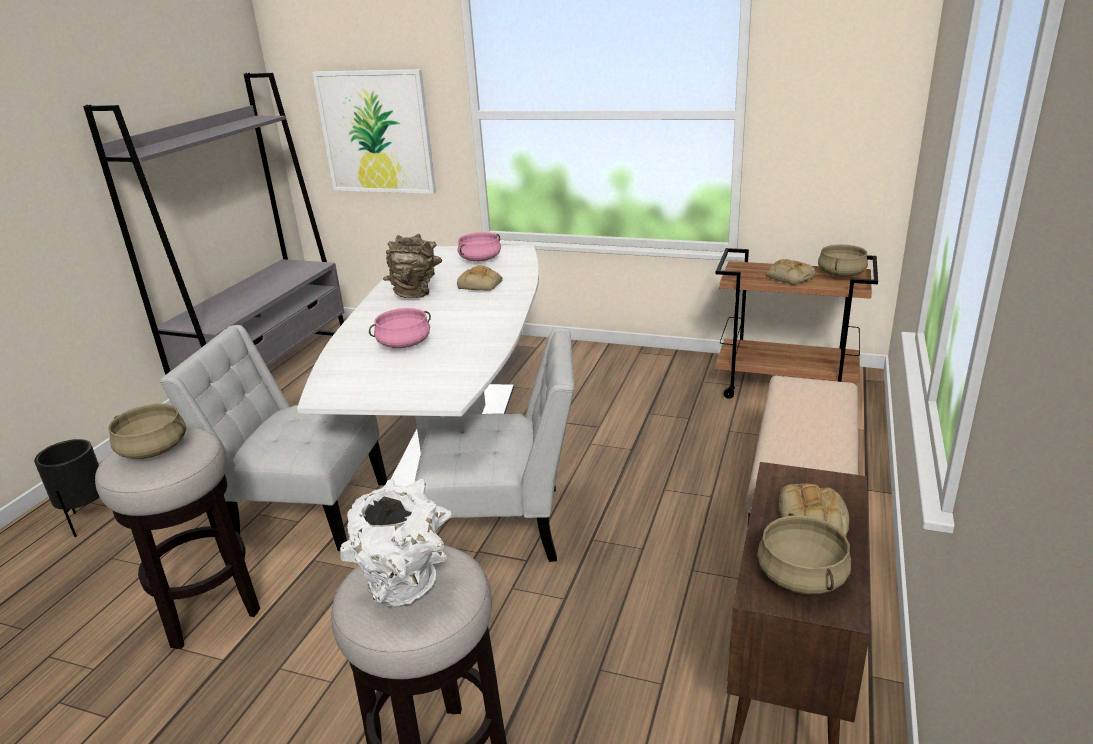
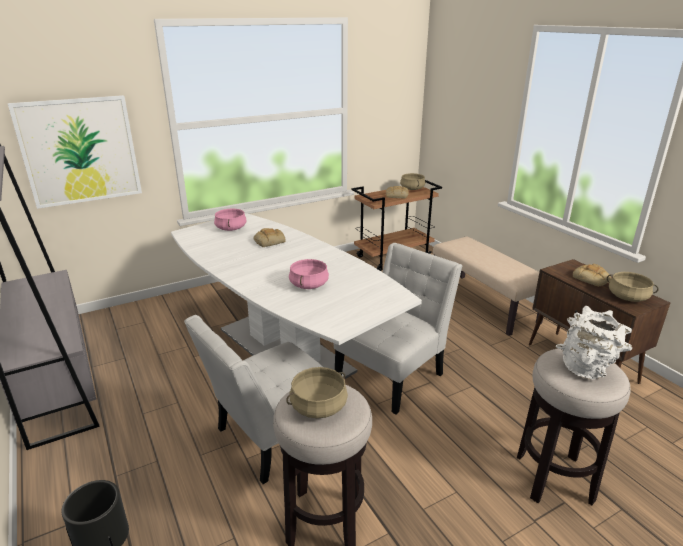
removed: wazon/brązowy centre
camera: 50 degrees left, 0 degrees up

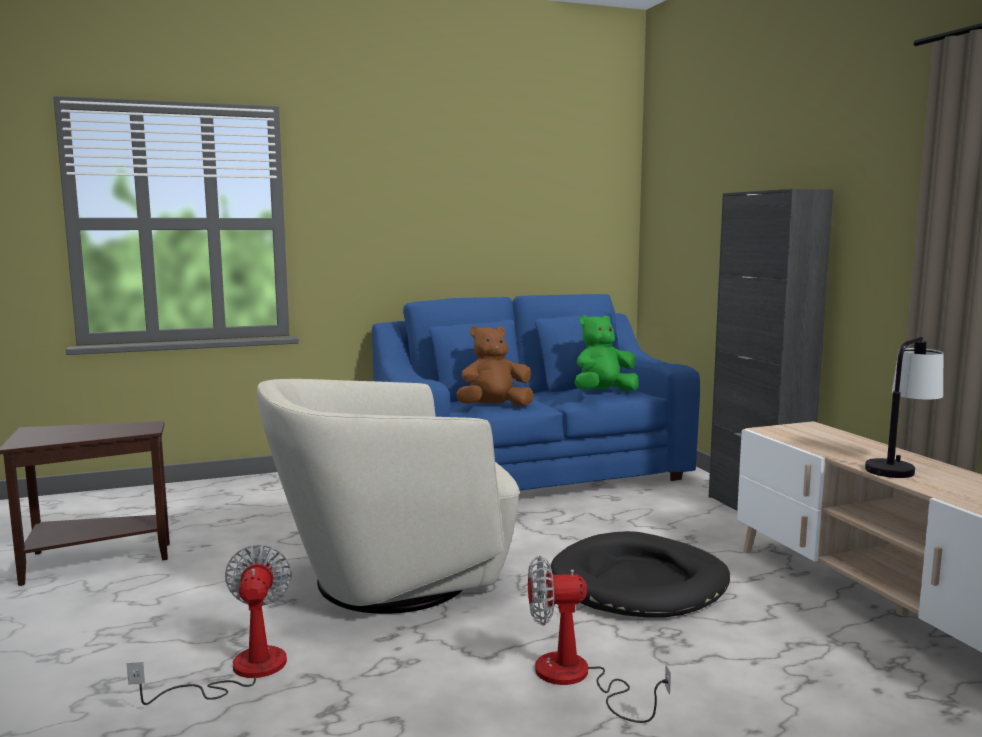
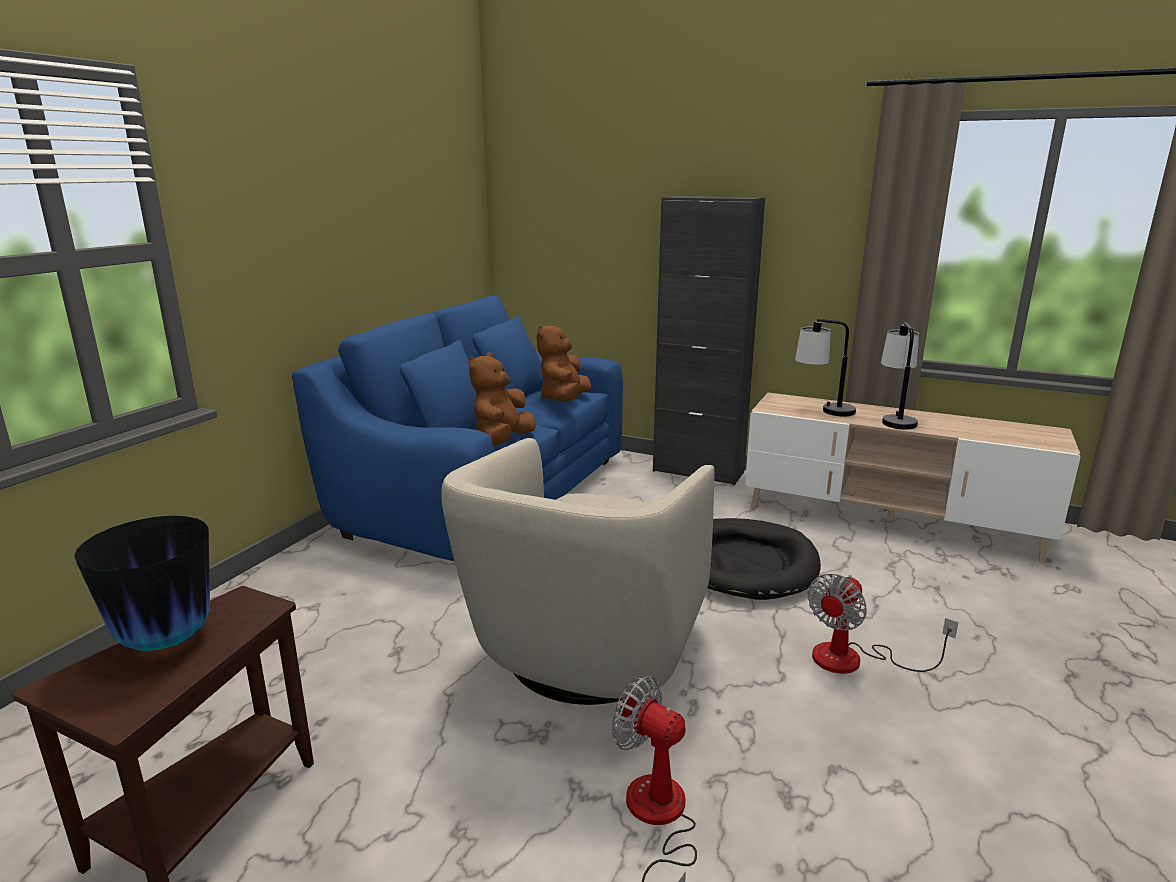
added: lampa stołowa (1st from left) middle right; wazon middle left
recoloured: pluszak/zielony centre to pluszak/brązowy (2nd from left) centre
camera: 45 degrees left, 10 degrees up

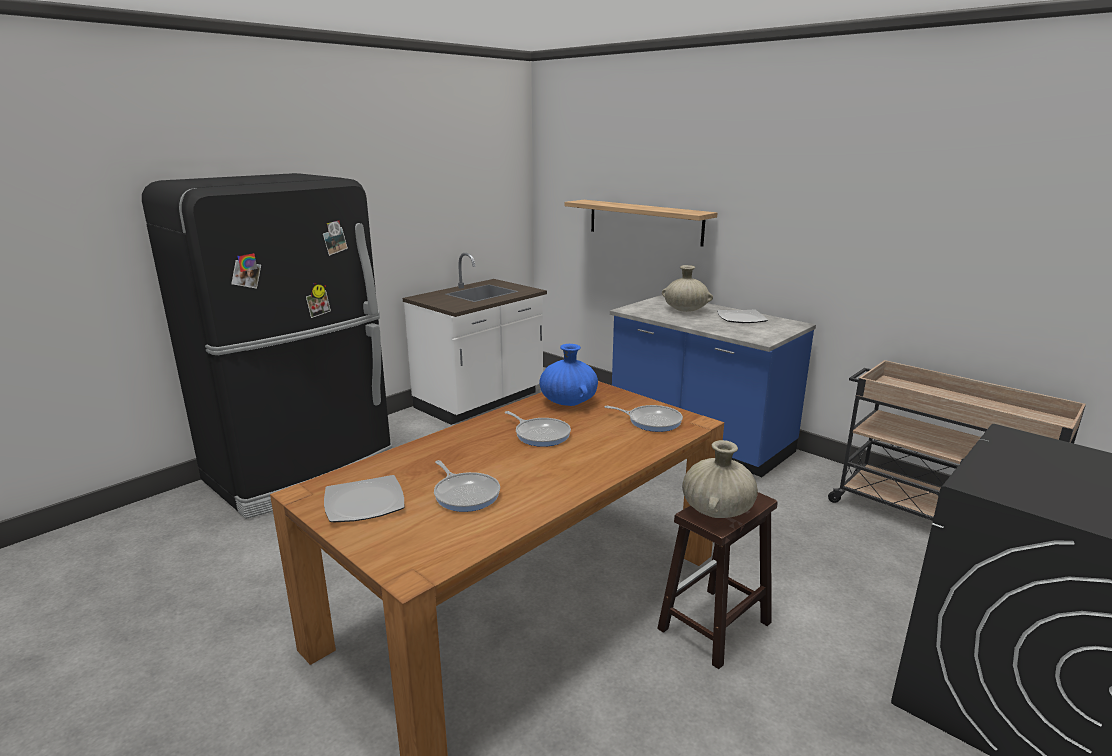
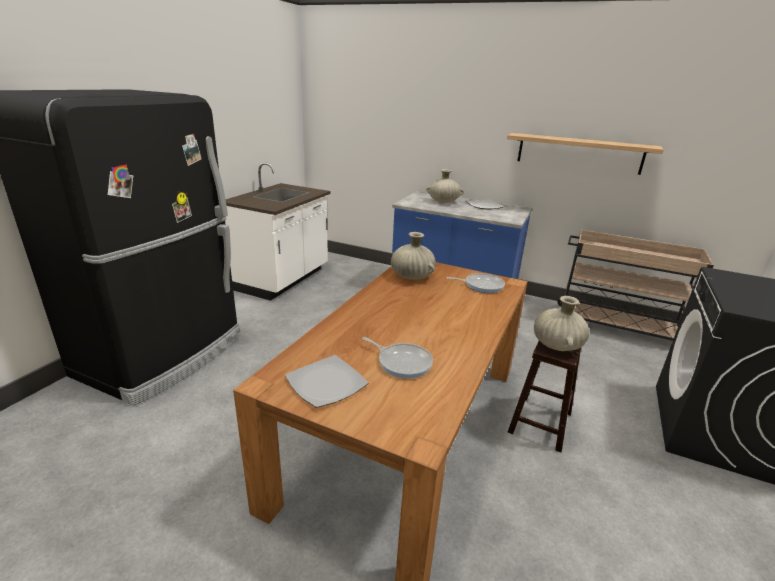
removed: patelnia (2nd from left) centre
moved: półka top centre to top right
recoloured: wazon/niebieski centre to wazon/beżowy (1st from left) centre
camera: 20 degrees left, 5 degrees up

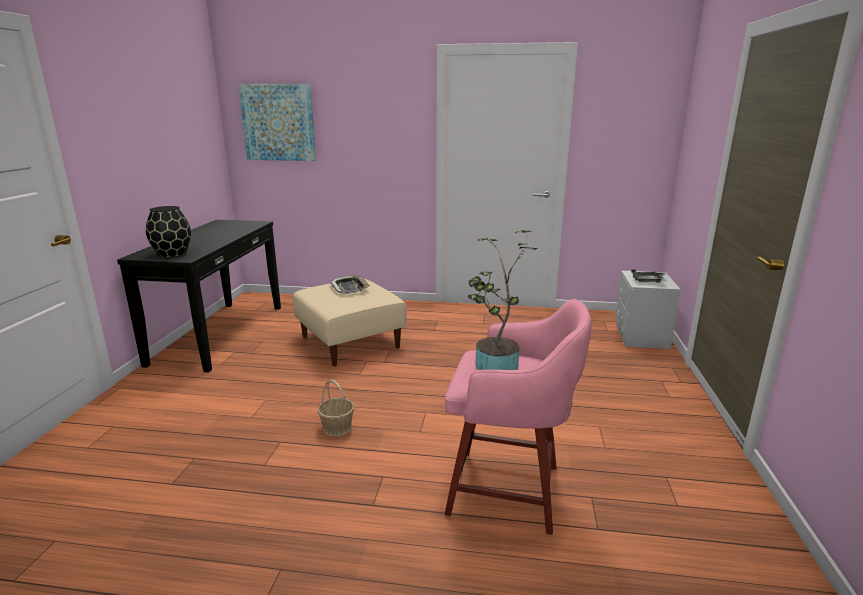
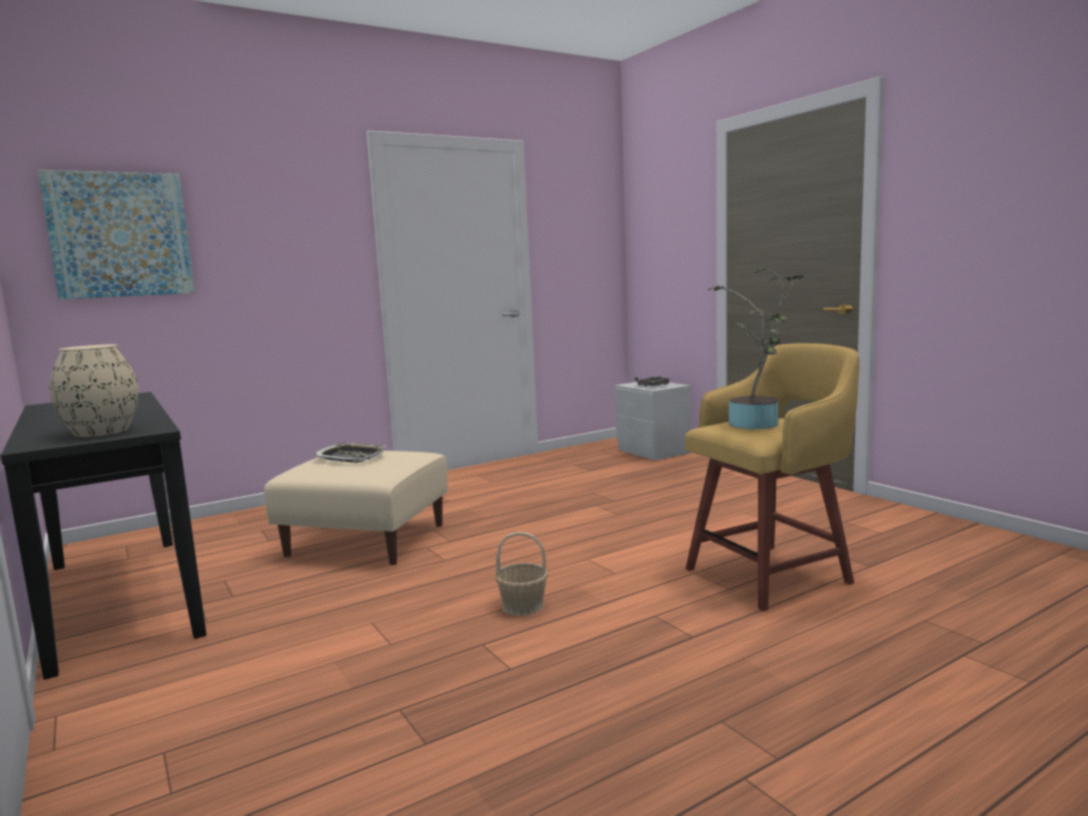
recoloured: wazon/czarny middle left to wazon/beżowy middle left; stołek/różowy bottom centre to stołek/żółty middle right
camera: 40 degrees left, 10 degrees down

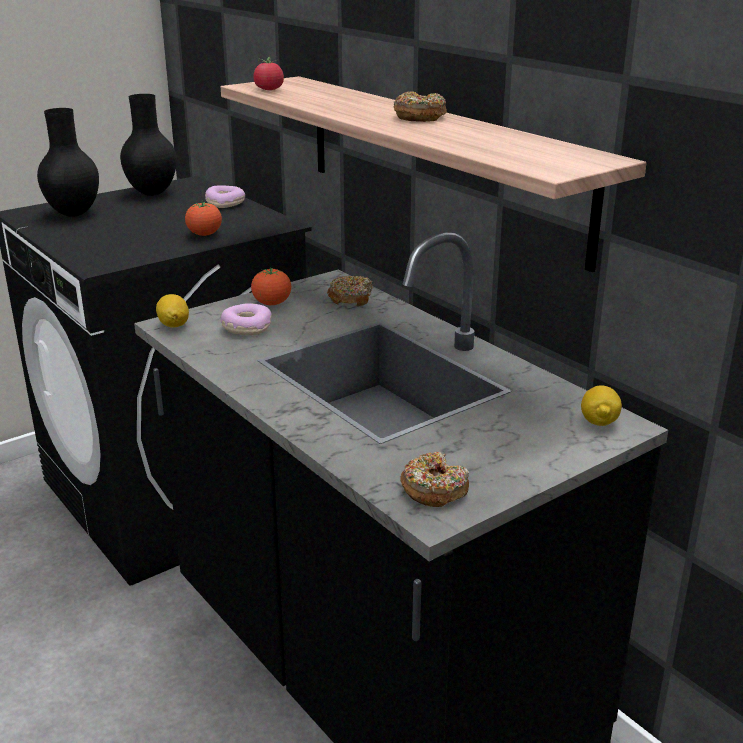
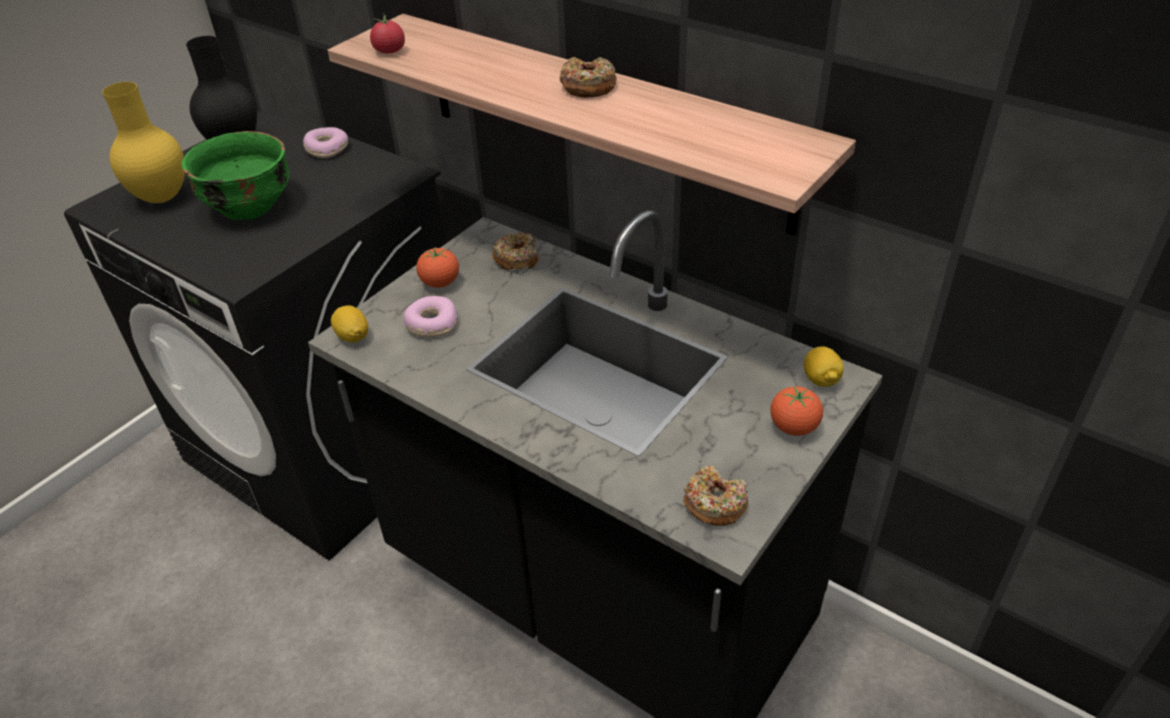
added: miska/zielony top left
moved: pomidor (1st from left in the first image) top left to pomidor (3rd from left) middle right
recoloured: wazon/czarny (1st from left) top left to wazon/żółty top left
camera: 15 degrees left, 15 degrees up

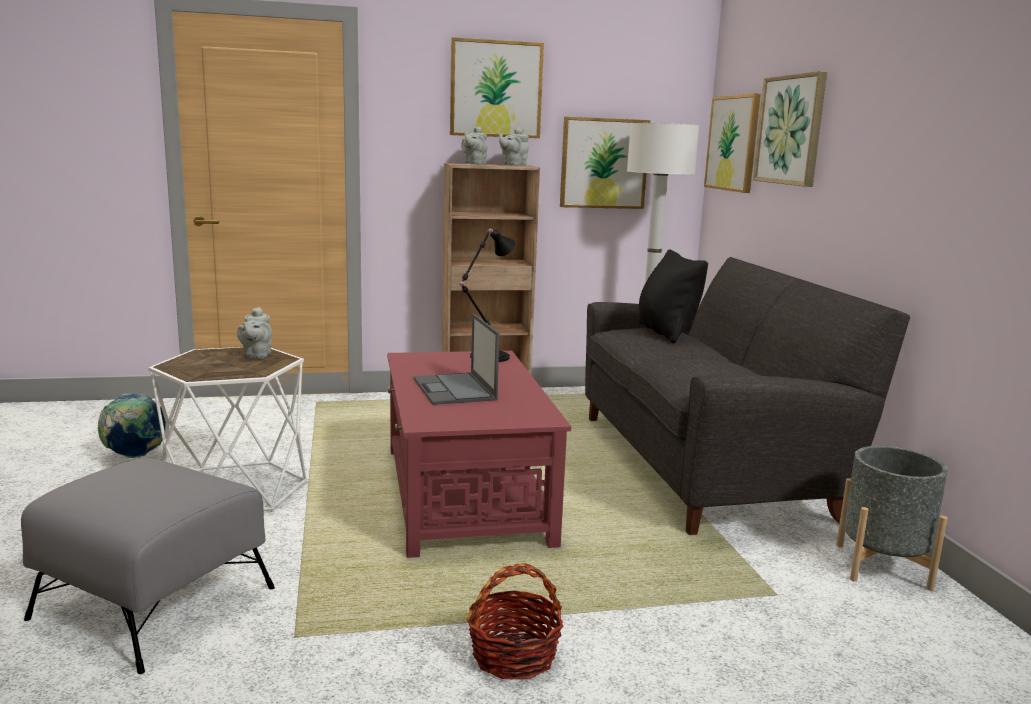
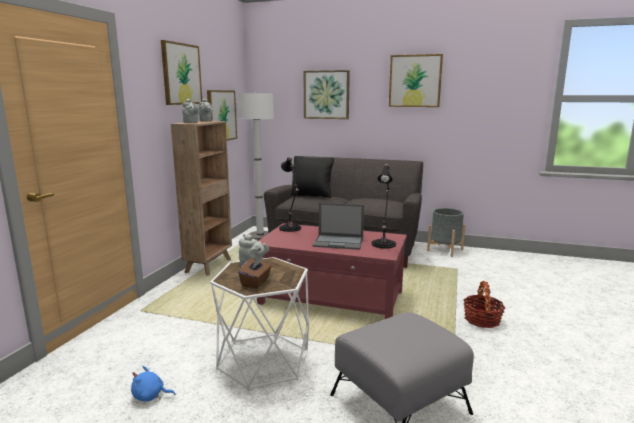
added: lampa stołowa/czarny (2nd from left) centre; pudełko chusteczek/brązowy centre
moved: obraz (3rd from left in the first image) top right to obraz (4th from left) top centre
replaced: globus middle left to pluszak/niebieski bottom left
camera: 60 degrees left, 0 degrees up

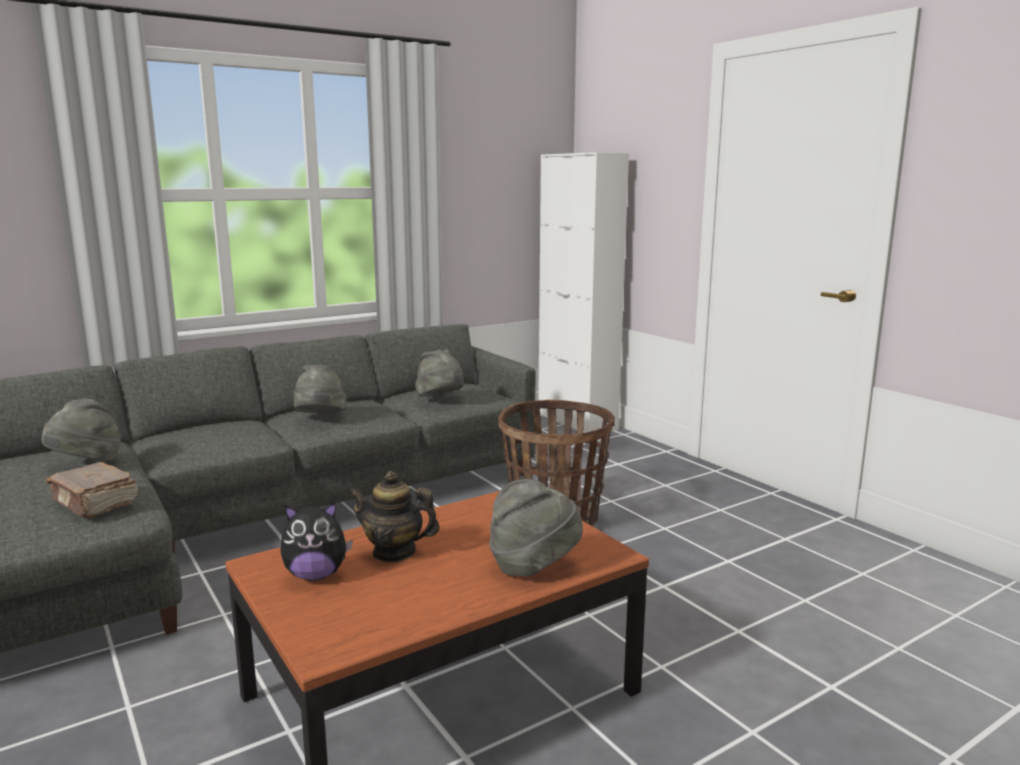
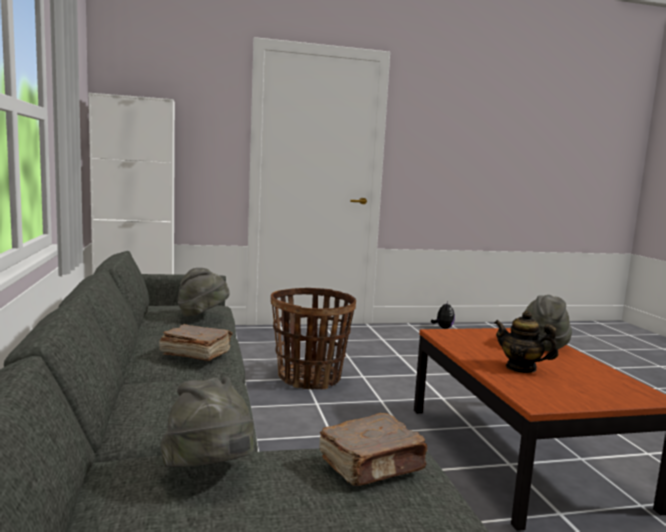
moved: pluszak bottom left to centre
replaced: kapelusz/szary (2nd from left) middle left to książka/brązowy (1st from left) middle left
turned: imbryk bottom centre = middle right 90 degrees clockwise
camera: 70 degrees left, 5 degrees down

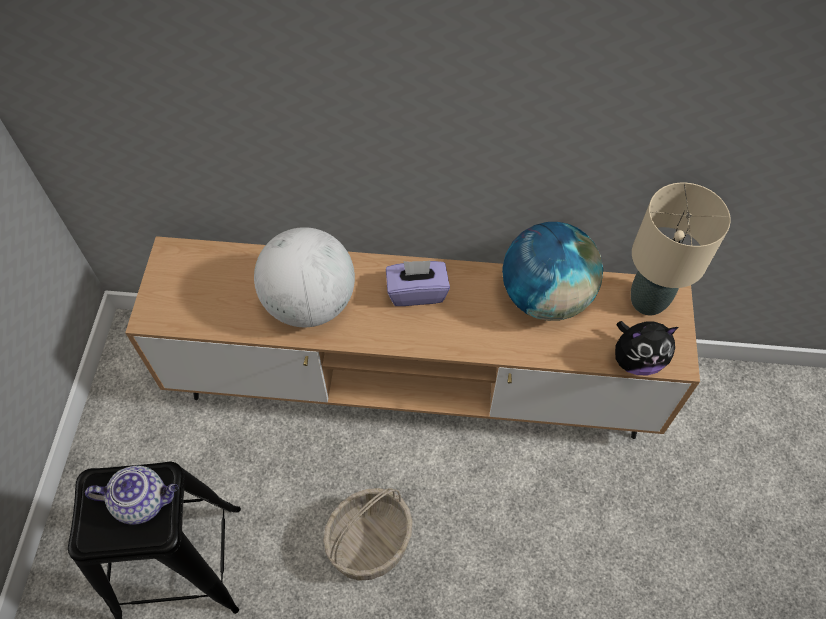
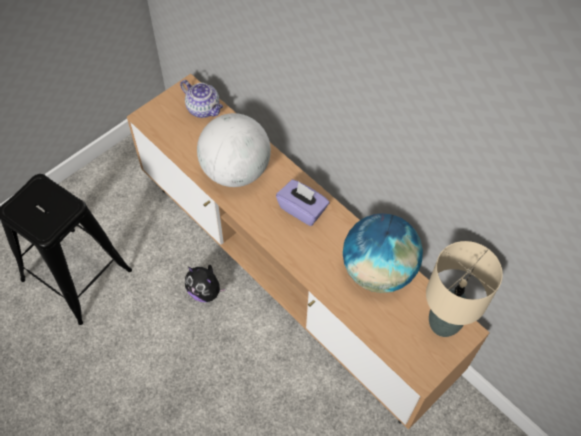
removed: koszyk bottom centre
moved: pluszak middle right to centre; imbryk bottom left to top centre
camera: 40 degrees right, 0 degrees up

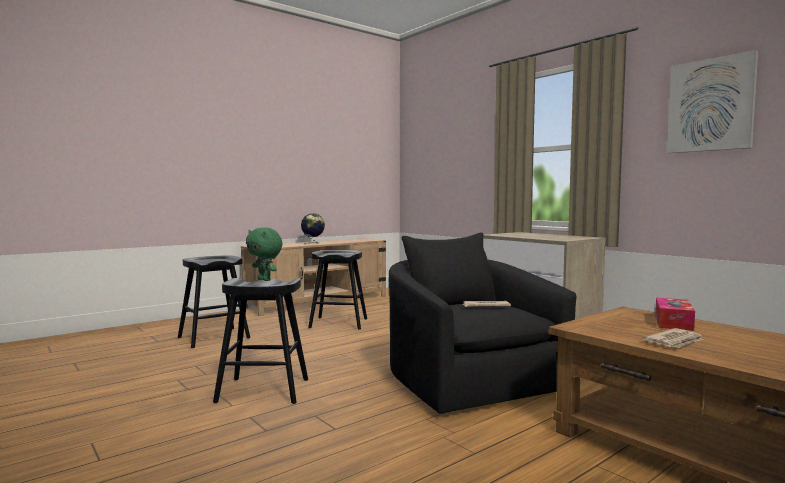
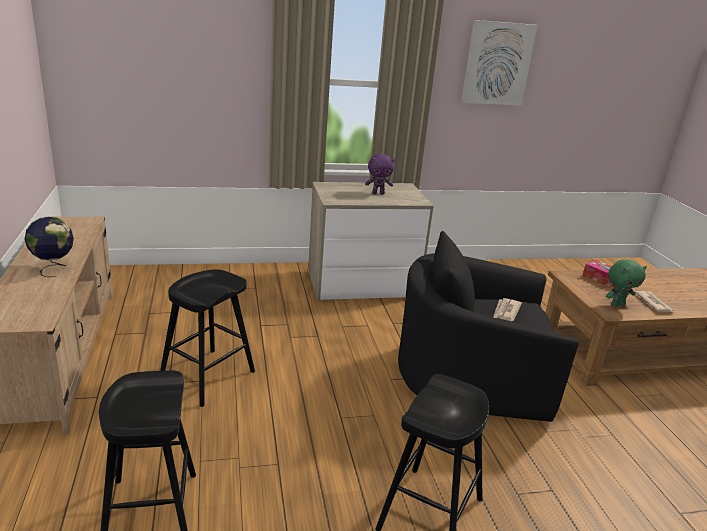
added: pluszak/fioletowy top centre
moved: pluszak/zielony centre to middle right
camera: 65 degrees left, 20 degrees up

